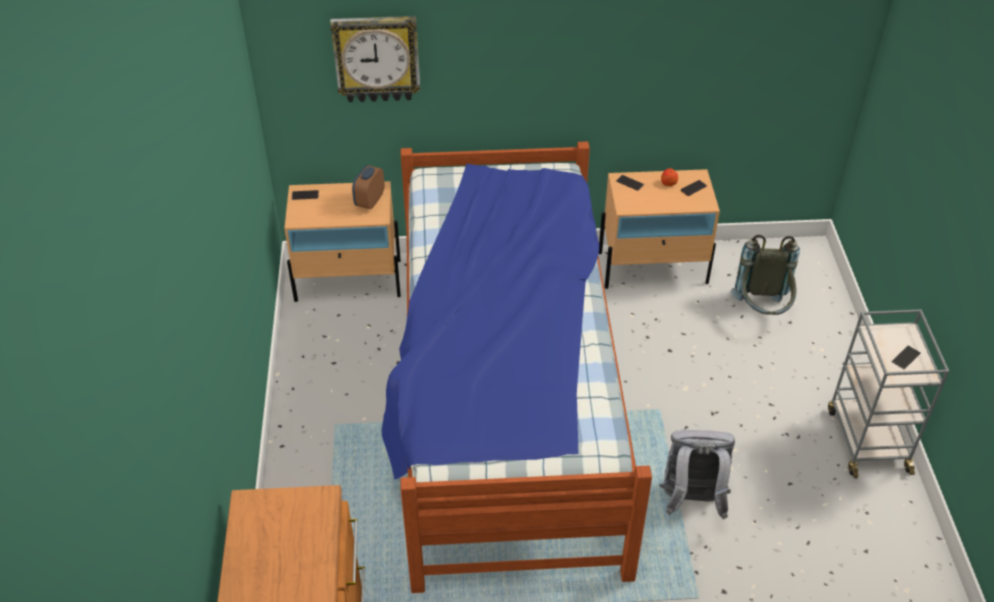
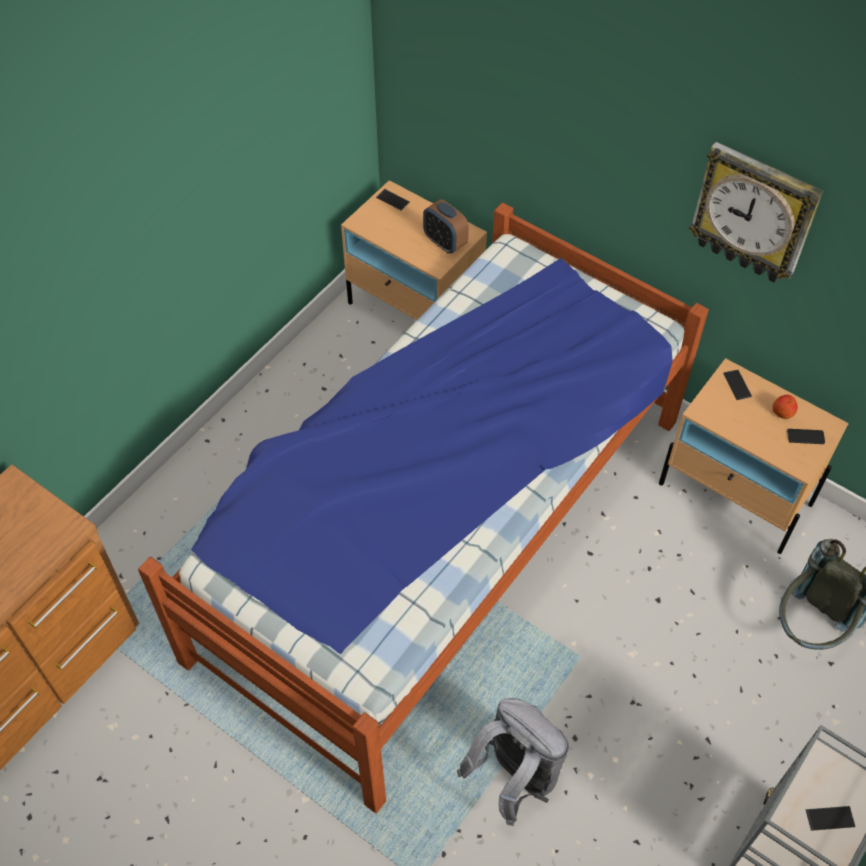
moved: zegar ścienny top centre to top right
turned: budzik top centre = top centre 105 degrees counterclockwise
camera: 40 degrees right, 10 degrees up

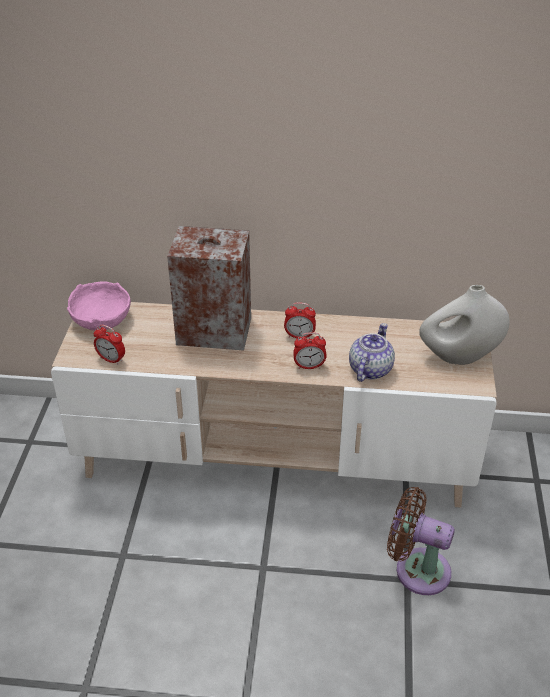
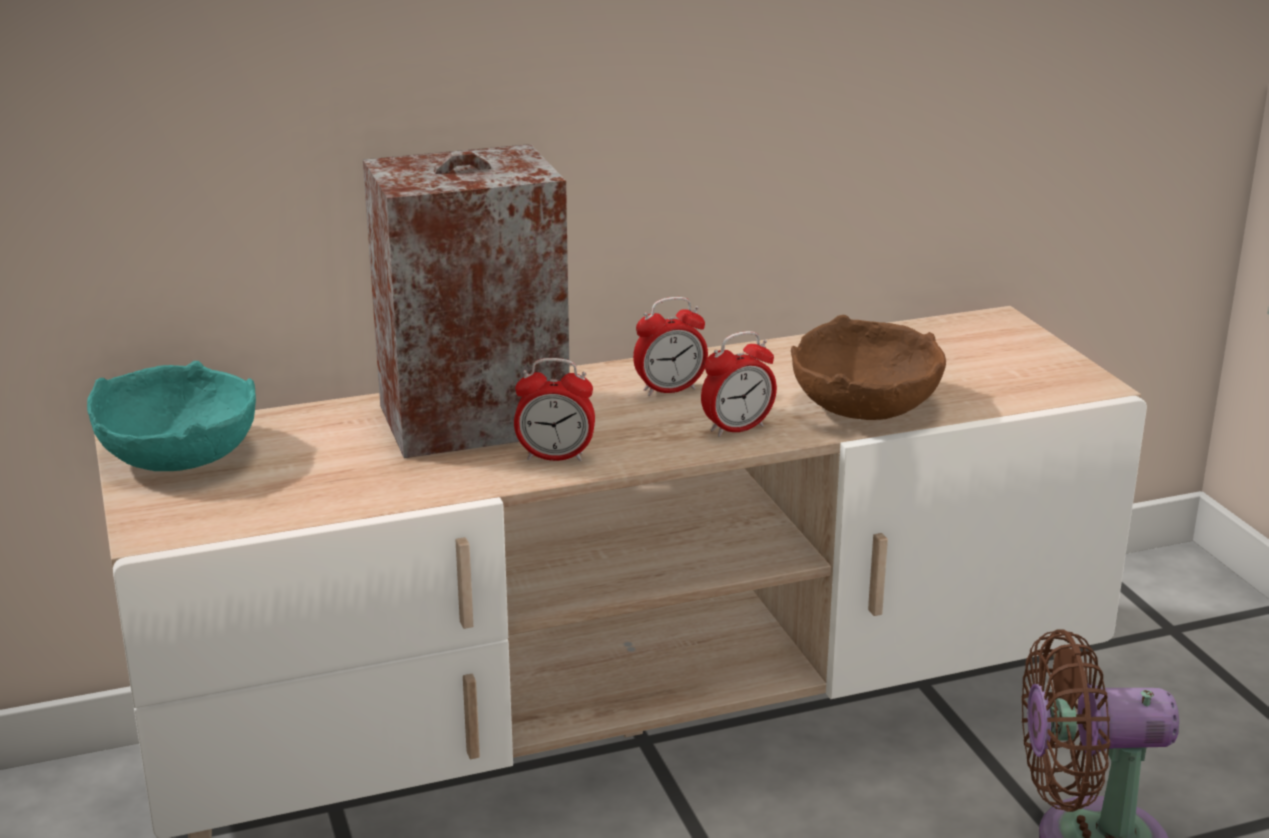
removed: wazon/biały middle right
moved: budzik (1st from left) middle left to centre
replaced: imbryk middle right to miska/brązowy middle right
recoloured: miska/różowy middle left to miska/turkusowy middle left
camera: 25 degrees left, 15 degrees down

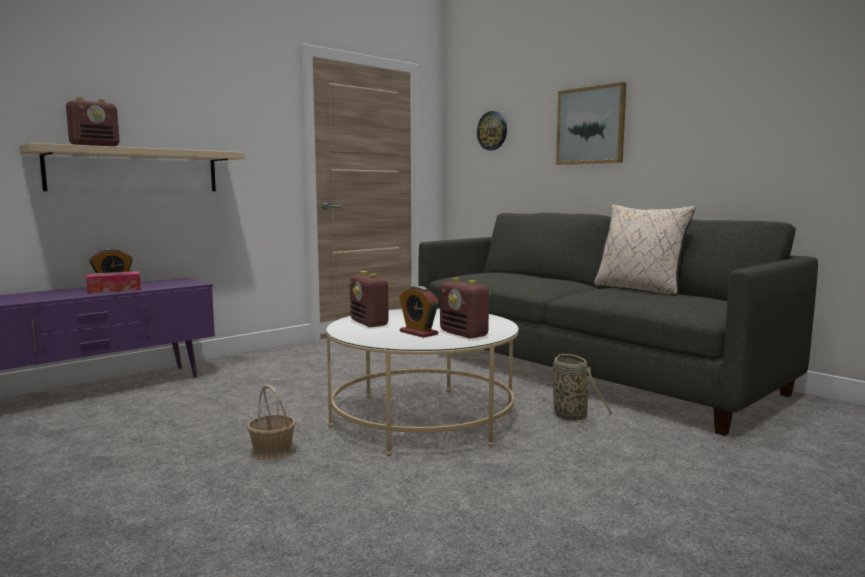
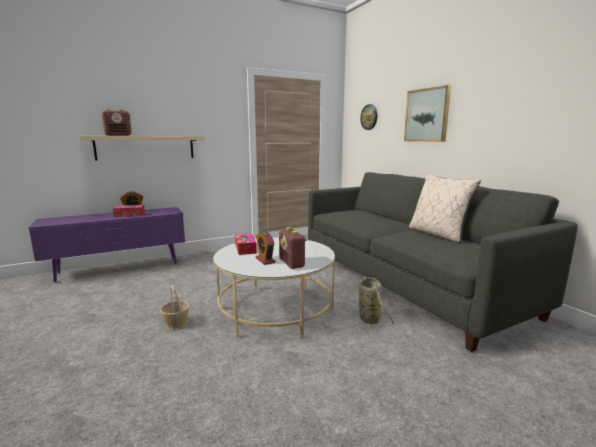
replaced: radio (2nd from left) centre to pudełko chusteczek (2nd from left) centre
camera: 15 degrees right, 5 degrees up

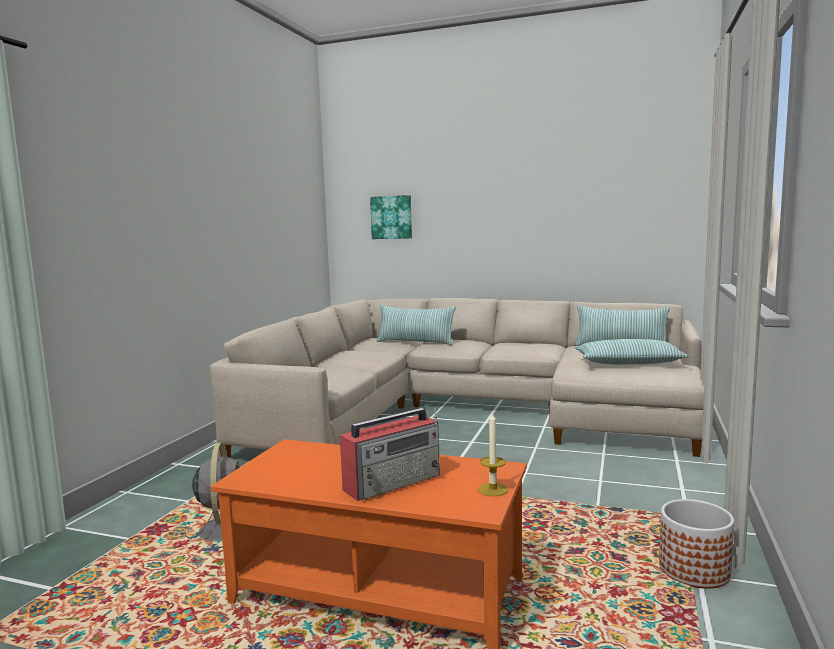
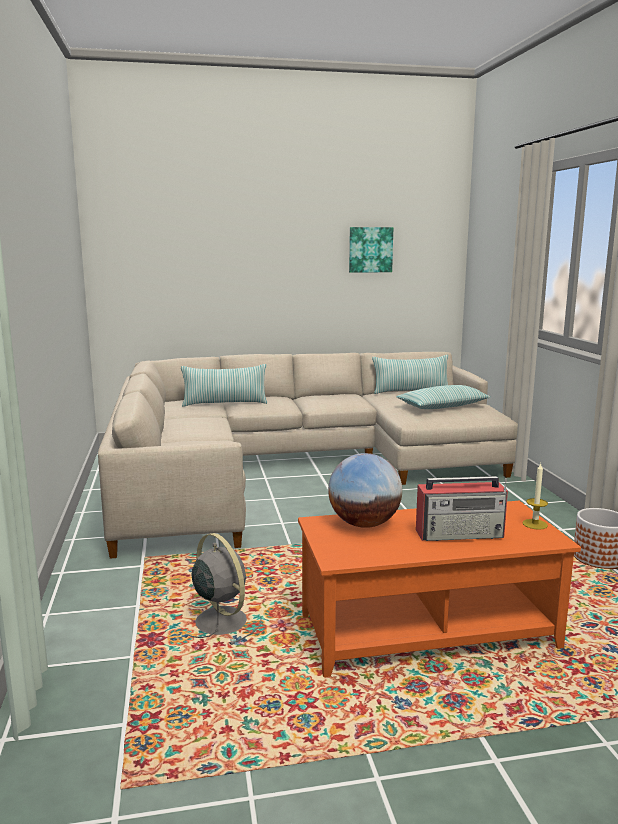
added: globus centre
moved: obraz centre to top centre
turned: radio bottom centre = middle right 60 degrees clockwise
camera: 30 degrees left, 5 degrees up

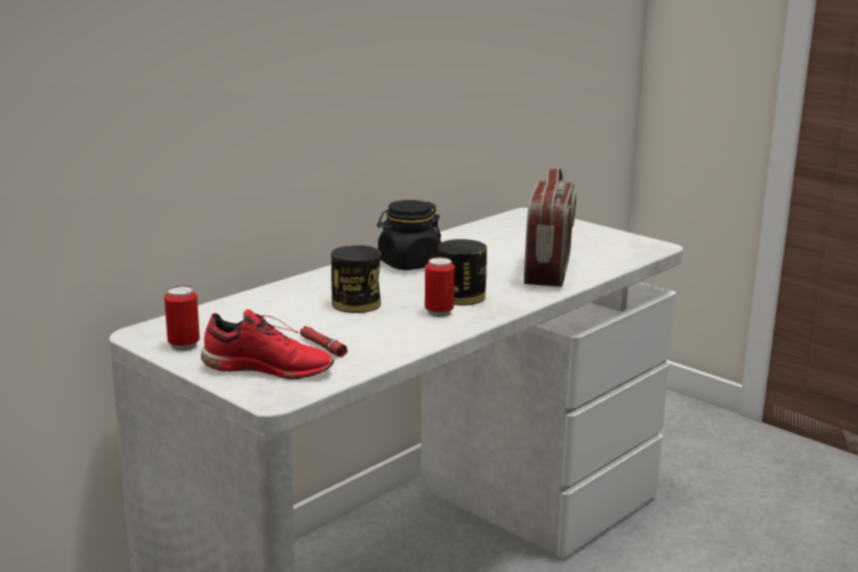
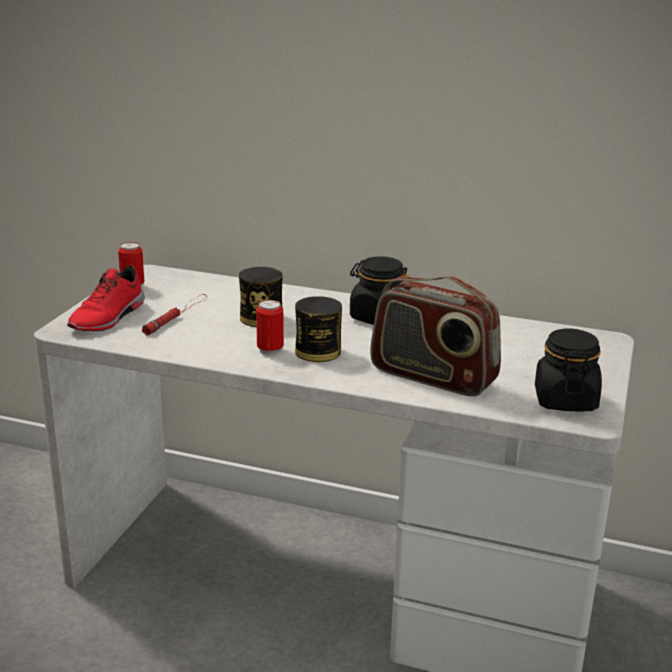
added: słoik/czarny (2nd from left) middle right
turned: radio centre = centre 45 degrees clockwise; but/czerwony middle left = middle left 45 degrees clockwise
camera: 65 degrees right, 5 degrees up

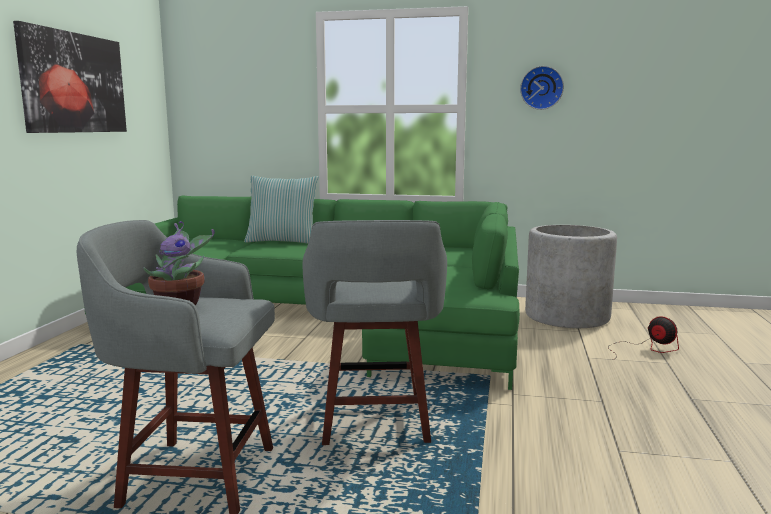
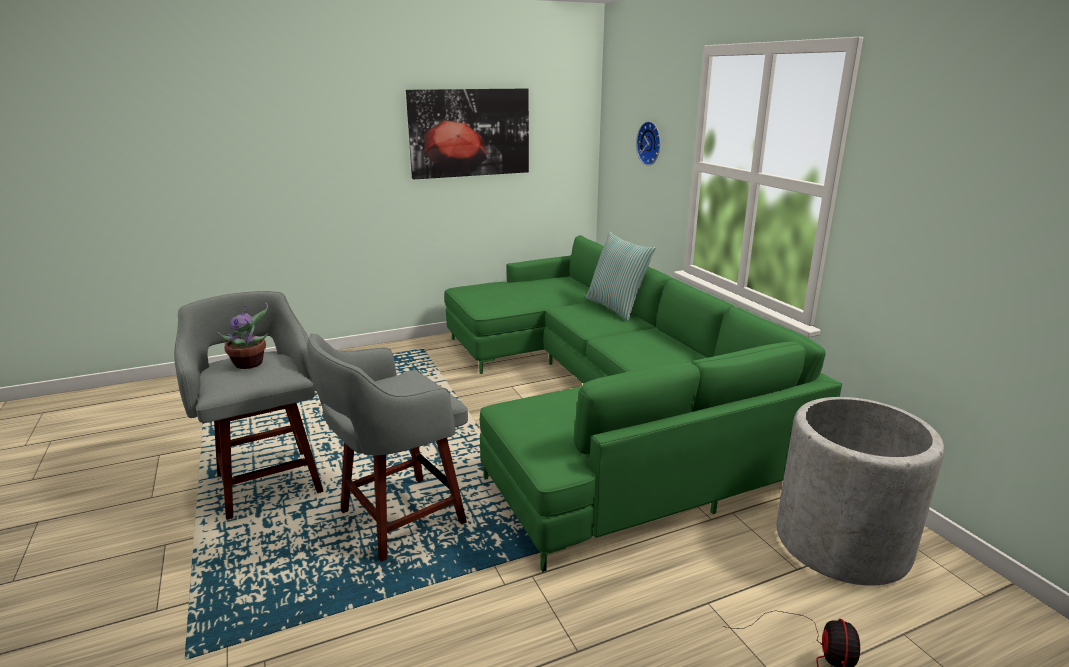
moved: zegar ścienny top right to top centre
camera: 55 degrees right, 10 degrees up

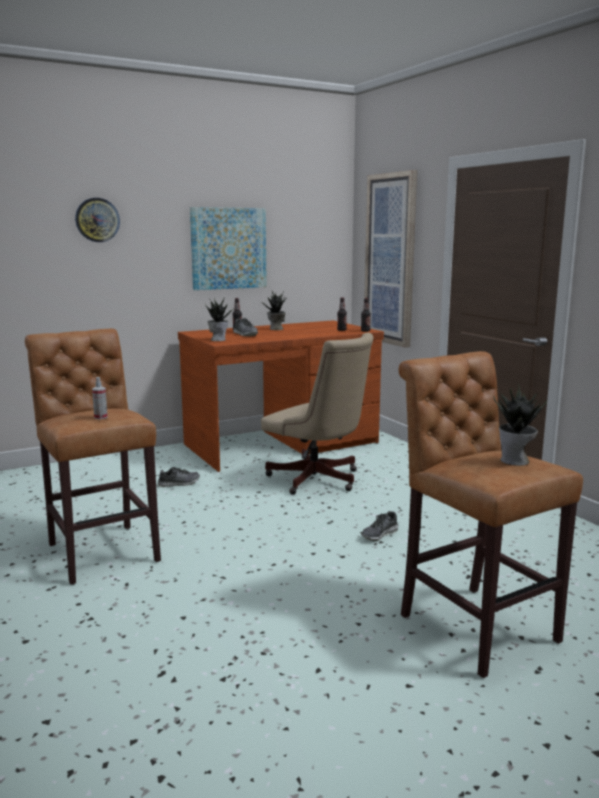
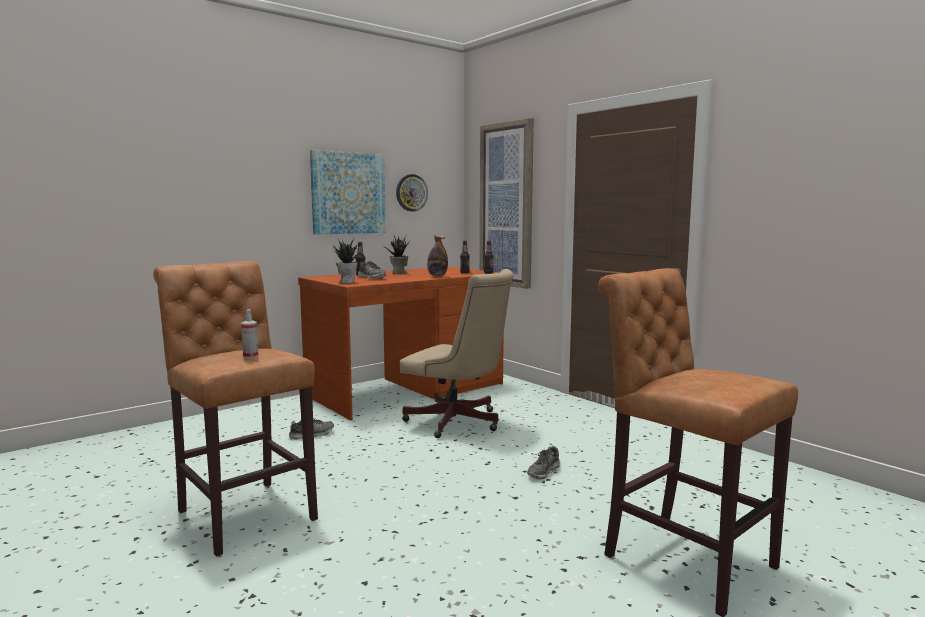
removed: roślina doniczkowa (3rd from left) middle right
added: butelka (2nd from left) centre
moved: zegar ścienny top left to top centre
camera: 10 degrees left, 5 degrees down

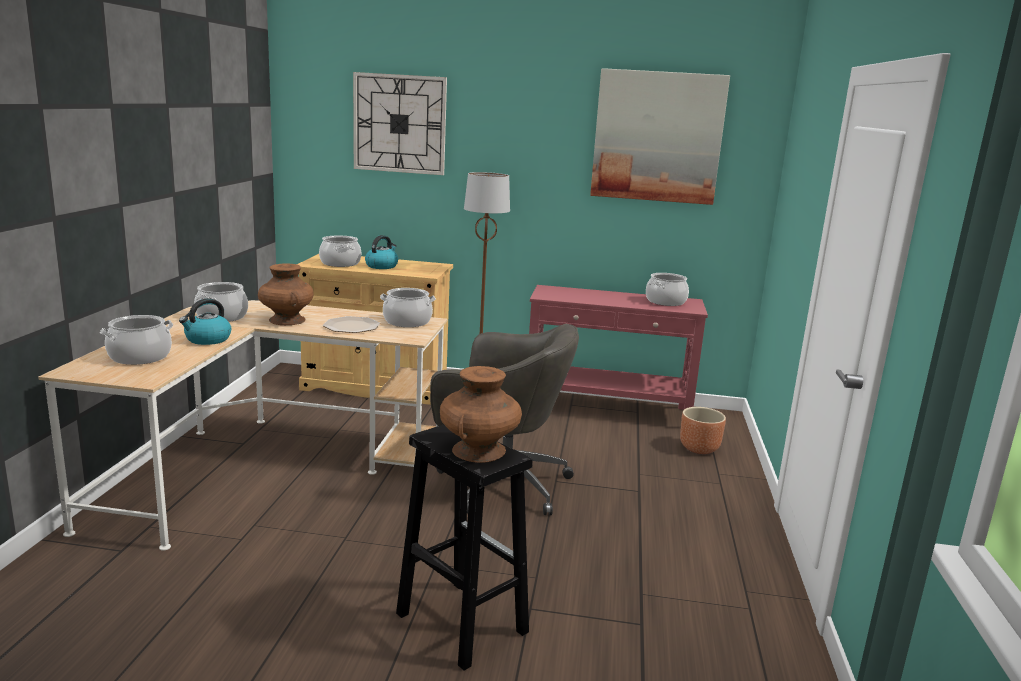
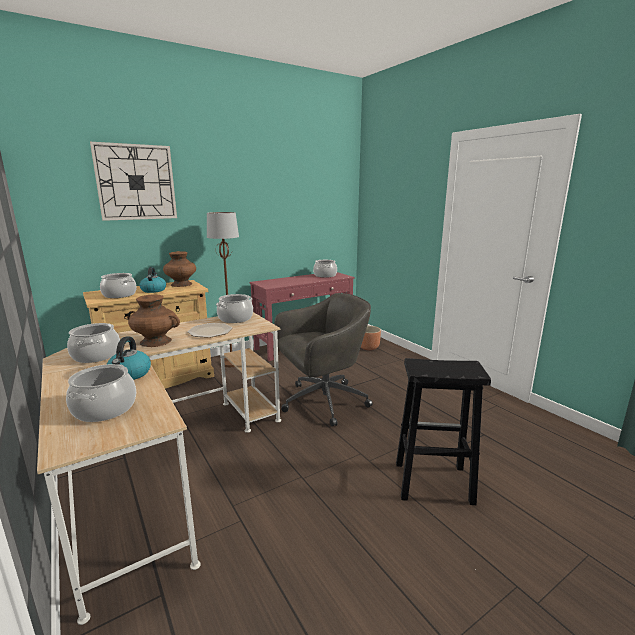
removed: obraz top centre
moved: wazon/brązowy (2nd from left) centre to middle left
camera: 40 degrees left, 0 degrees up

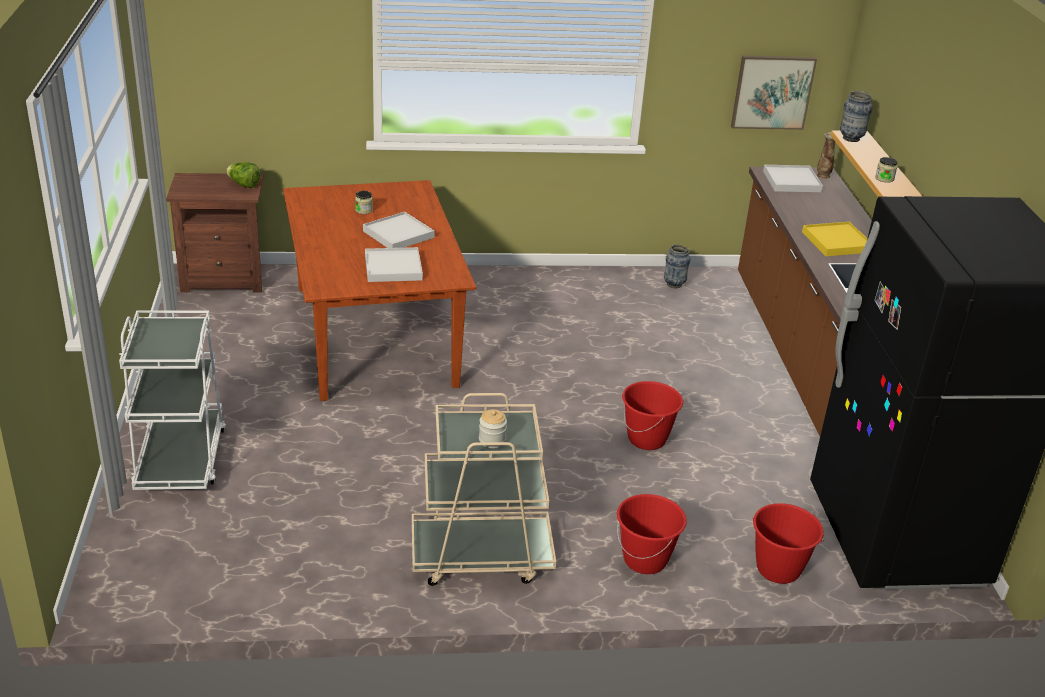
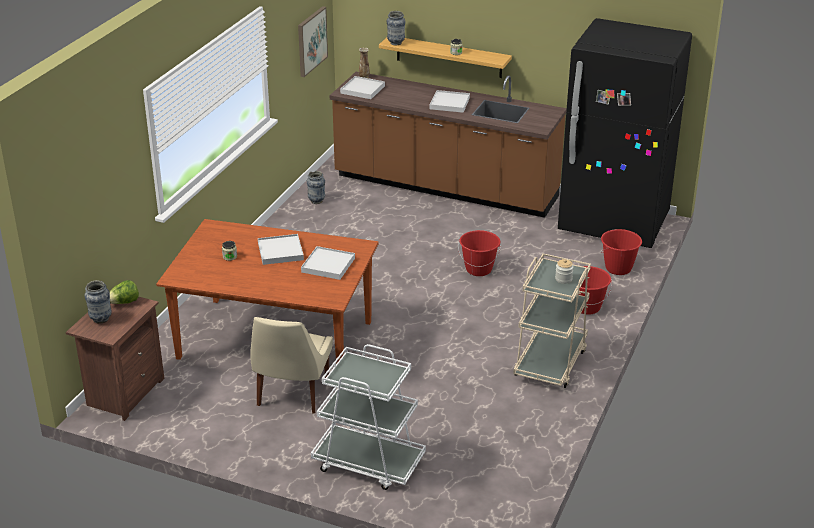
added: wazon (1st from left) middle left; krzesło/beżowy bottom centre
recoloured: taca/żółty middle right to taca/biały (4th from left) top centre
camera: 60 degrees left, 0 degrees up

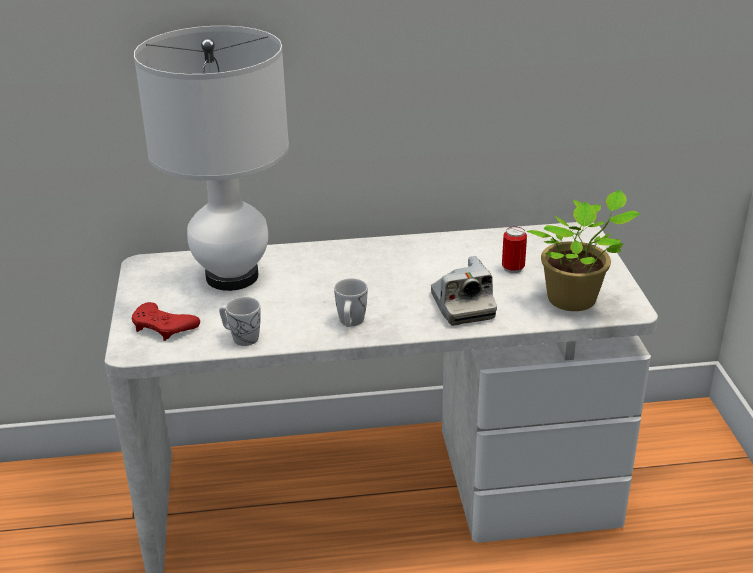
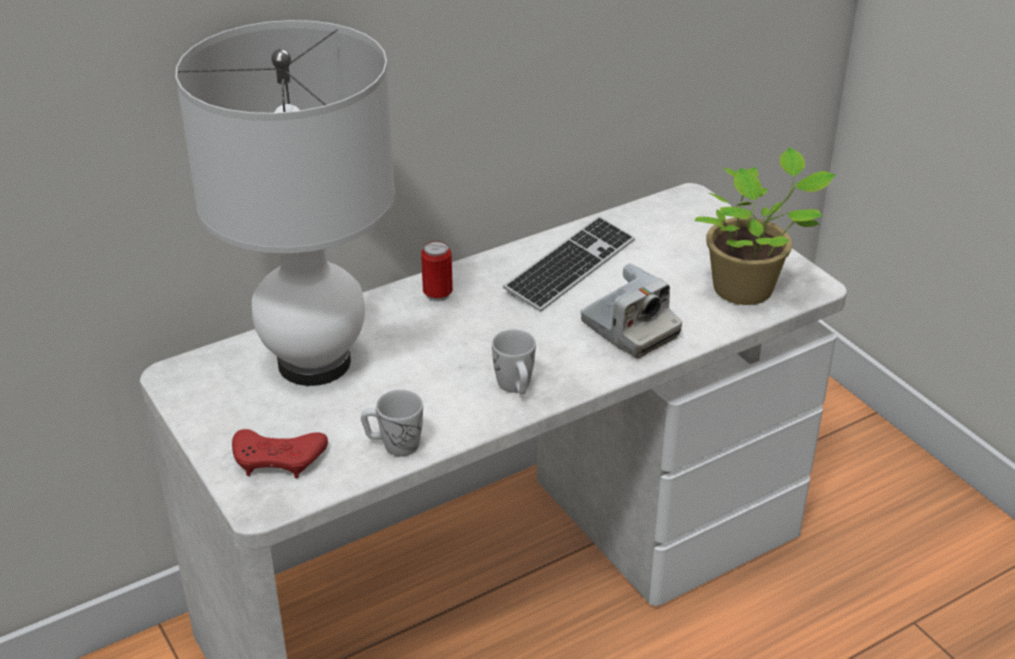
added: klawiatura centre
moved: puszka middle right to centre
camera: 25 degrees left, 5 degrees up

